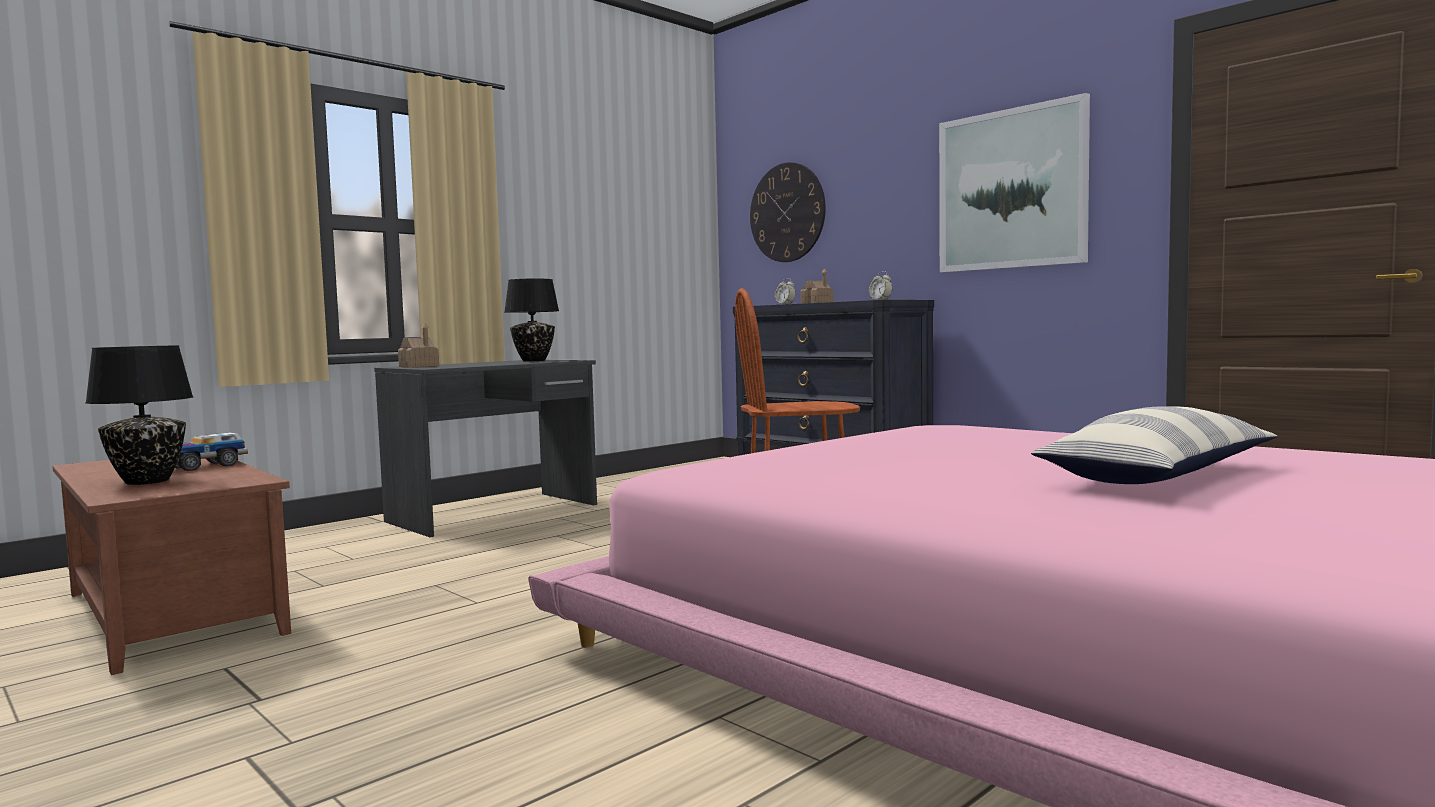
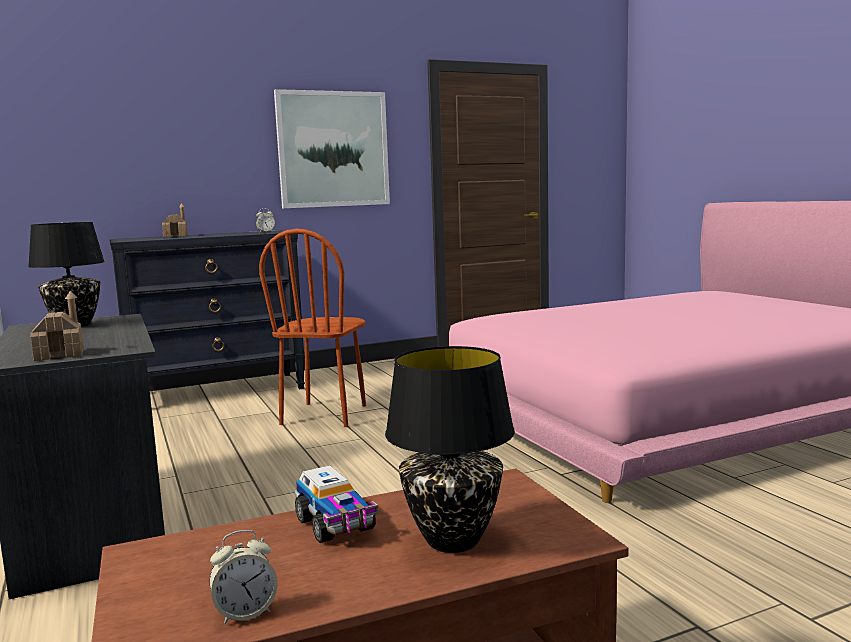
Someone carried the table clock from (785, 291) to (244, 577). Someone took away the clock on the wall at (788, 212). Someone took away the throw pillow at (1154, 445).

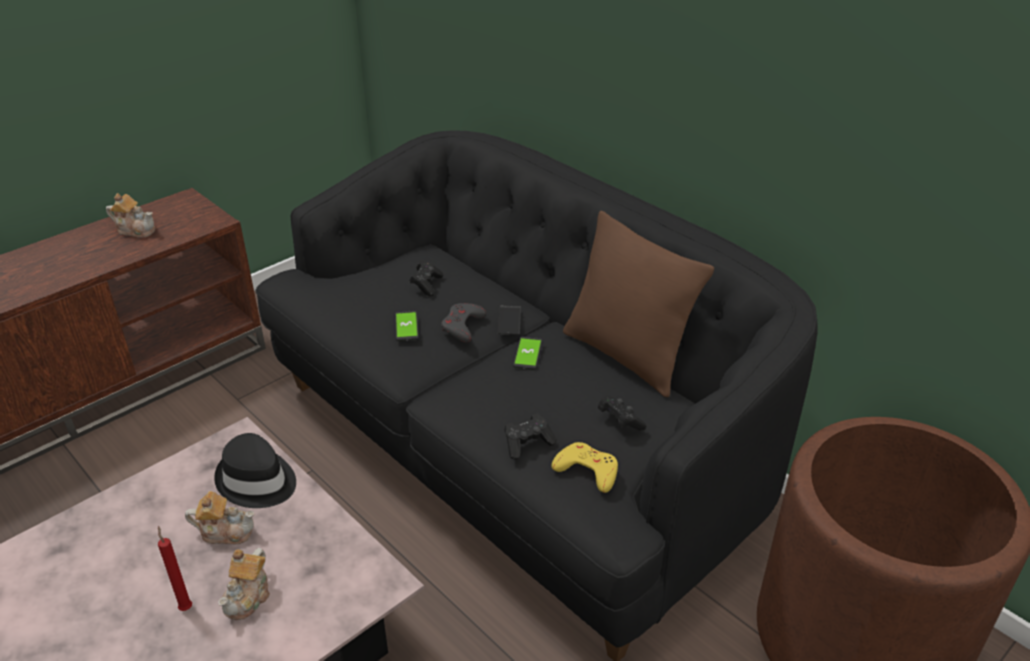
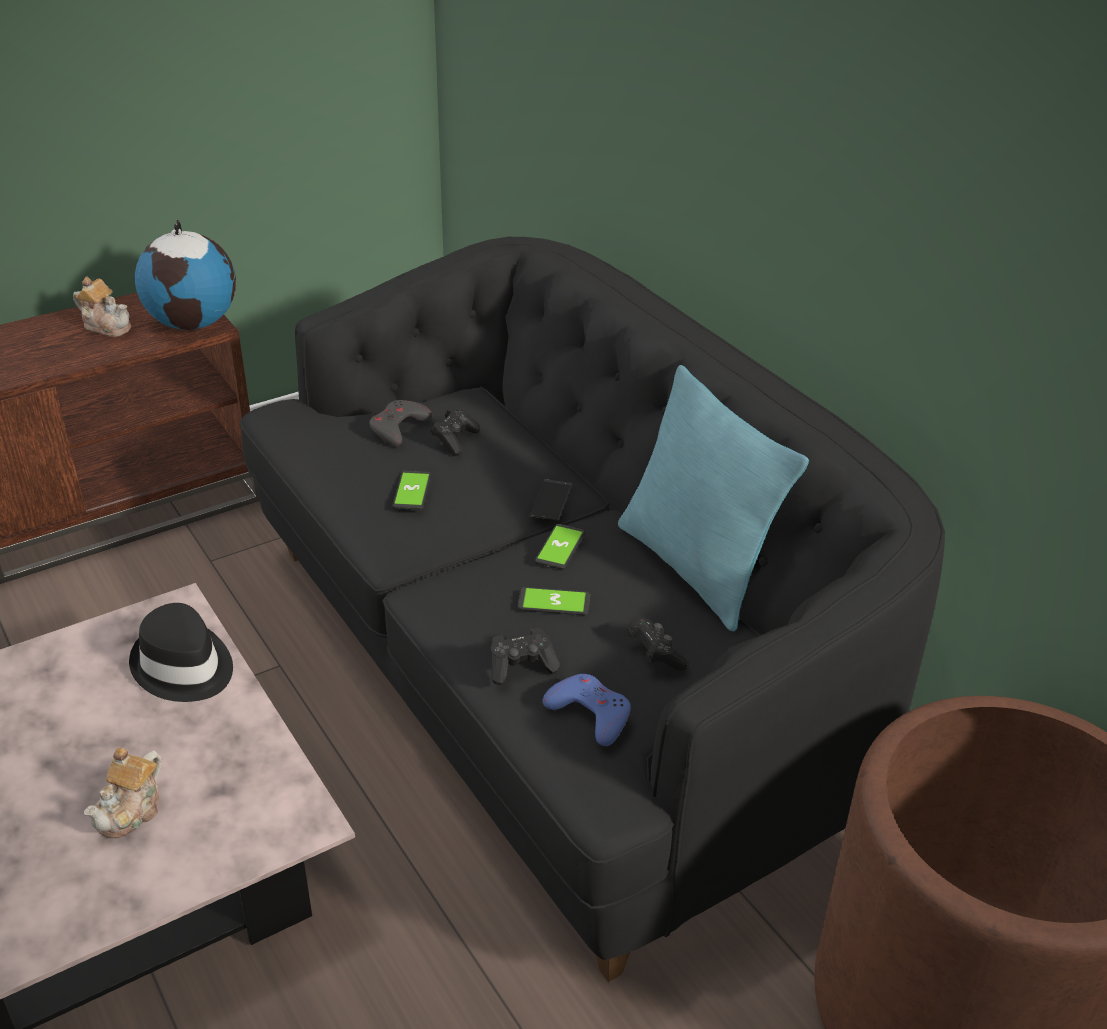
Someone put down the globe at (185, 275). Someone carried the grey joypad from (463, 322) to (400, 423). Someone put down the telephone at (554, 601). Someone repainted the yellowish joypad at (585, 467), which became the blue joypad at (586, 710). Someone repainted the brownish throw pillow at (638, 304), which became the blue-green throw pillow at (713, 498). Someone took away the reddish candle at (175, 568). Someone took away the teapot at (219, 517).

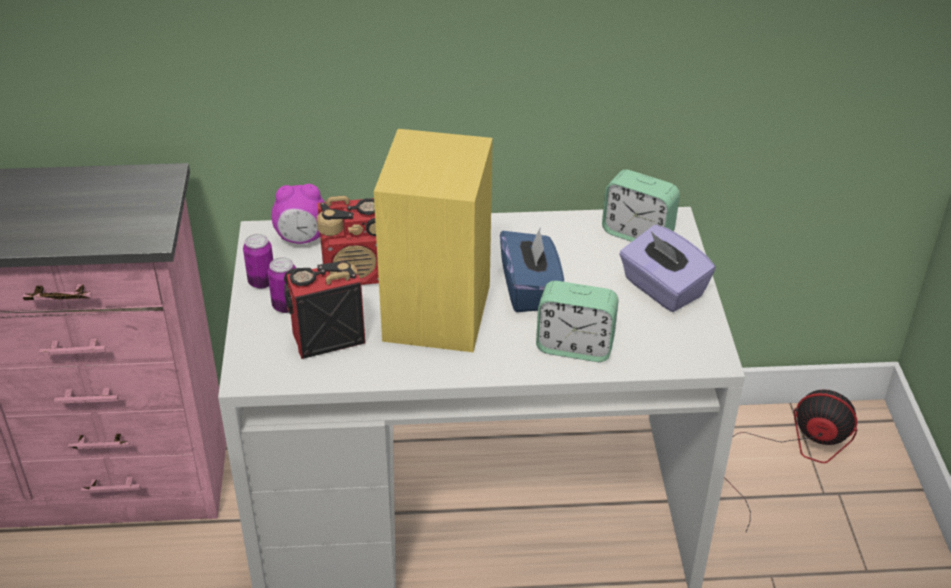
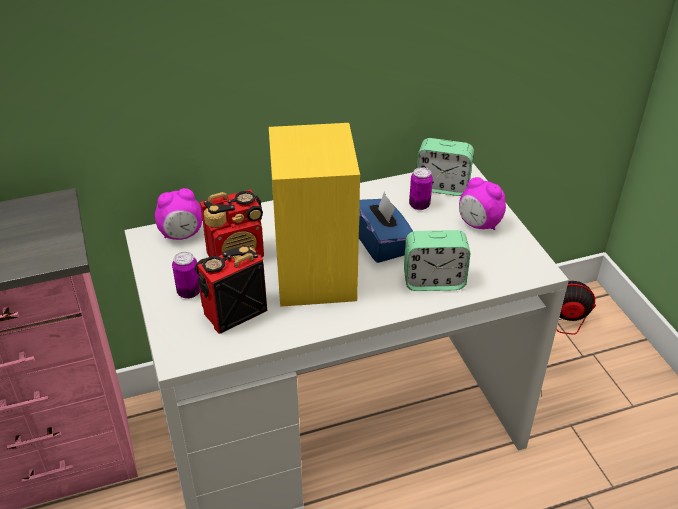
Someone carried the metal can from (258, 261) to (421, 188). Someone swapped the purple-coloured box of tissues at (667, 268) for the table clock at (482, 203).

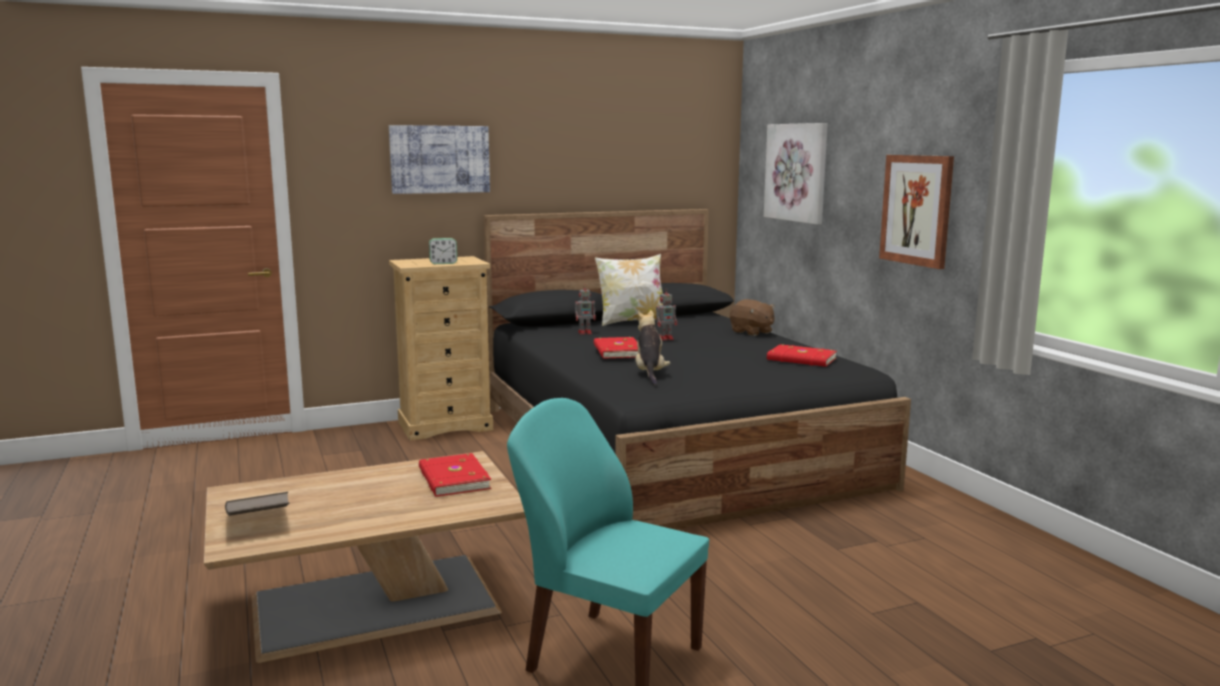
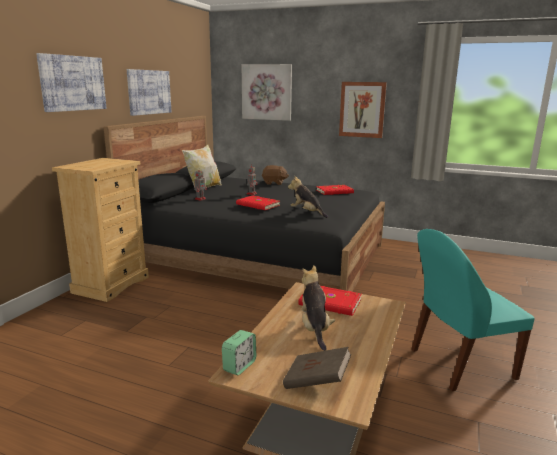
Someone put up the picture at (149, 92). Someone carried the table clock from (443, 251) to (239, 352). Someone put down the plush toy at (318, 308).

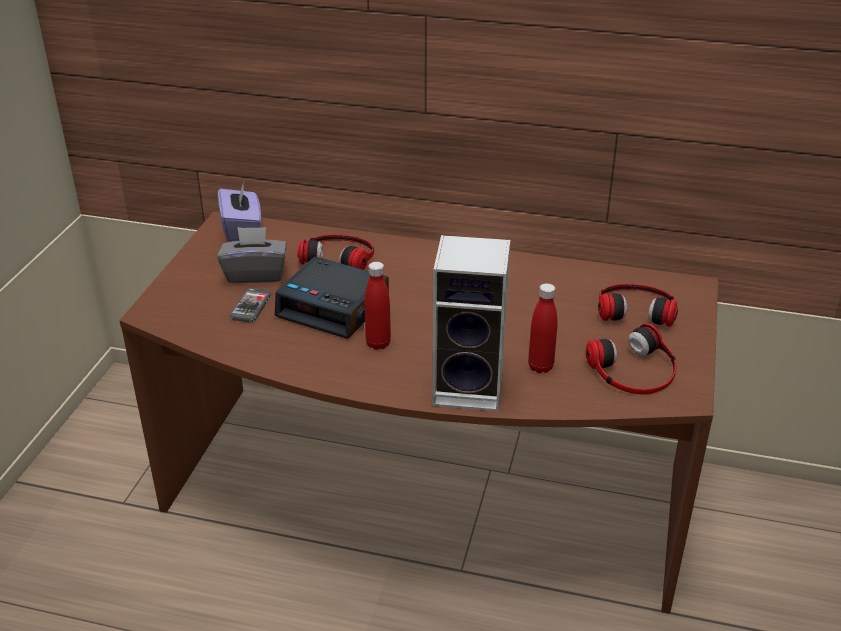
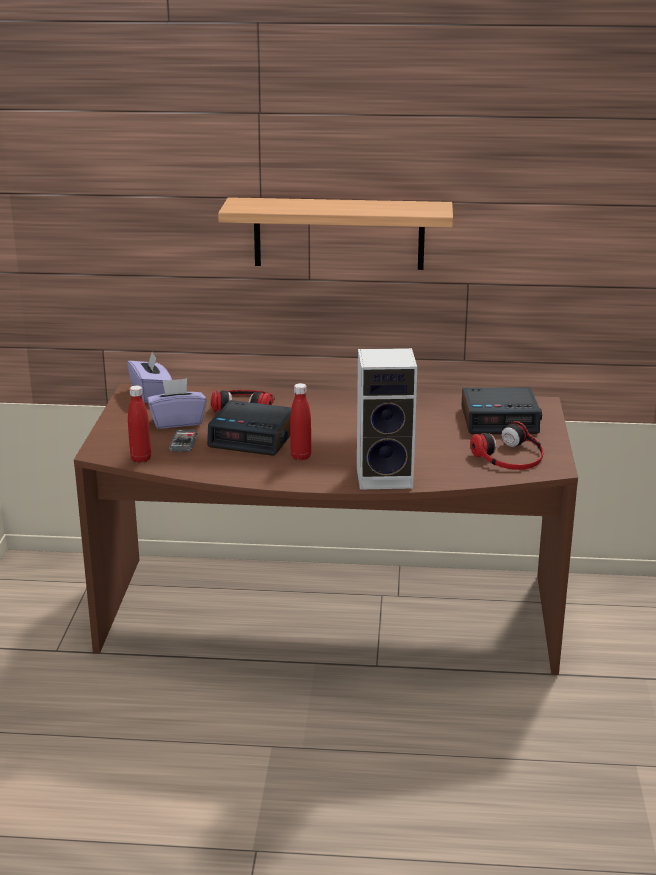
Someone carried the reddish bottle from (543, 328) to (139, 424). Someone repainted the grey box of tissues at (252, 255), which became the purple-coloured box of tissues at (177, 403). Someone put up the bracket shelf at (335, 233). Someone swapped the headset at (638, 305) for the table clock at (502, 411).

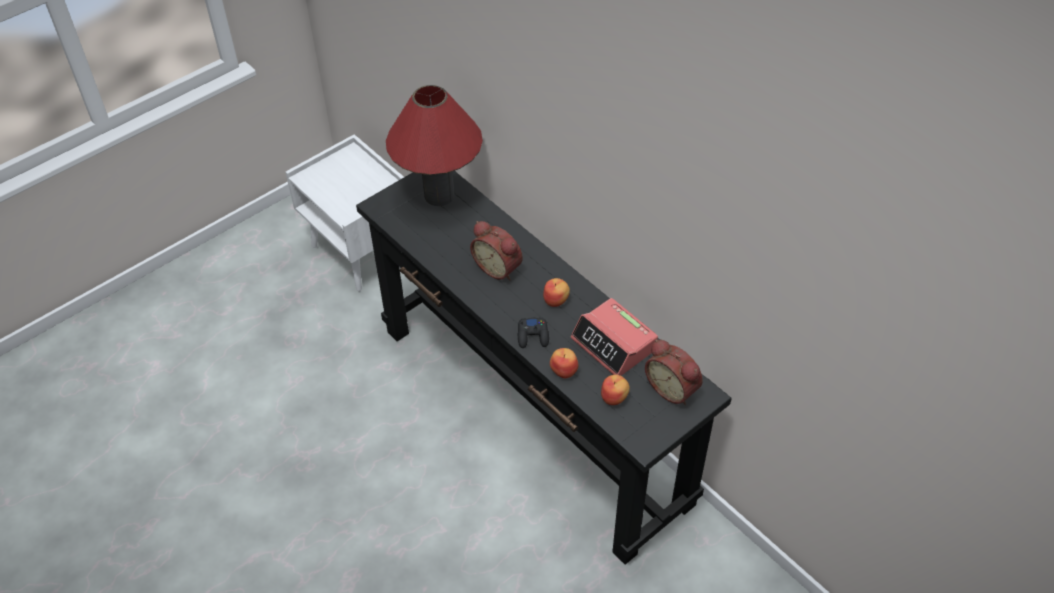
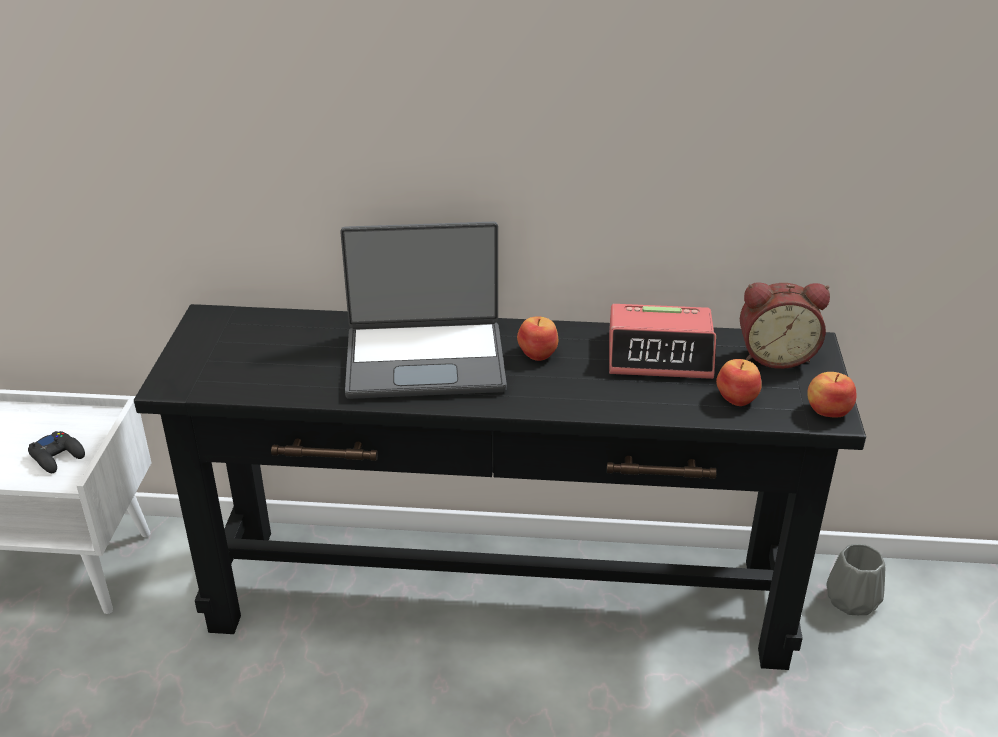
Someone carried the black-coloured joypad from (533, 332) to (56, 452). Someone swapped the table clock at (496, 251) for the portable computer at (423, 310). Someone carried the apple fruit from (564, 363) to (831, 394). Someone put down the grey decorative vase at (855, 579). Someone took away the reddish table lamp at (434, 145).

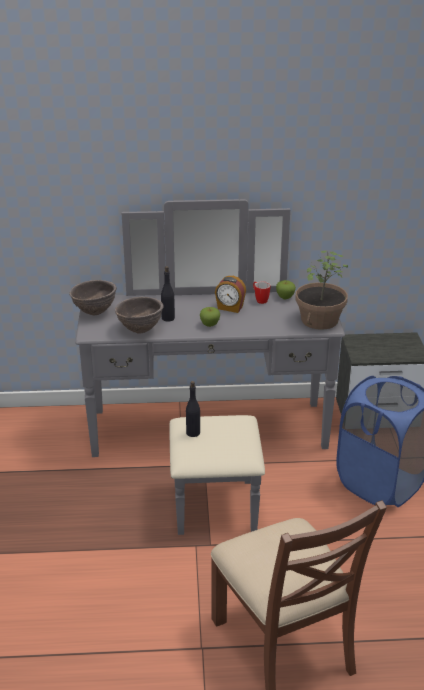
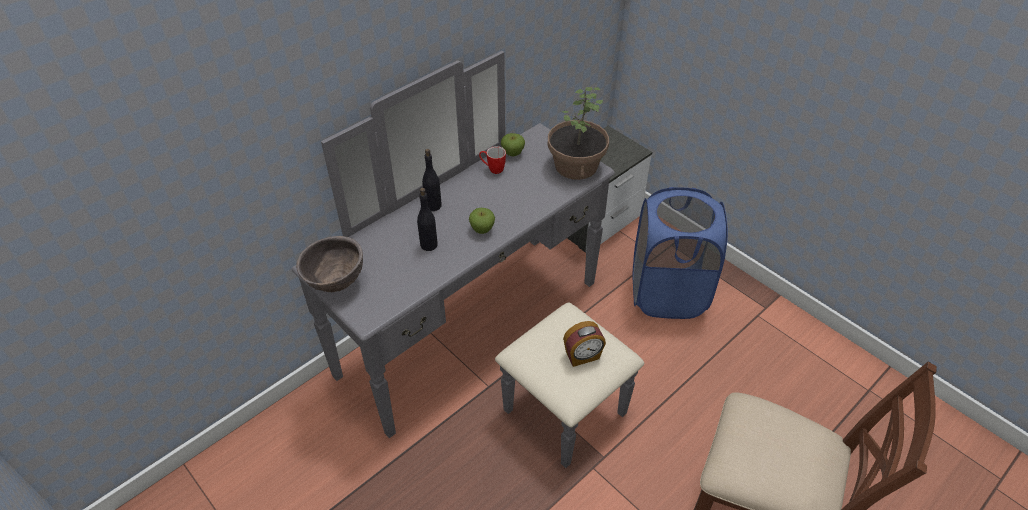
Someone carried the black-coloured bottle from (193, 409) to (432, 180). Someone carried the table clock from (230, 294) to (584, 344). Someone took away the brownish serving bowl at (139, 315).

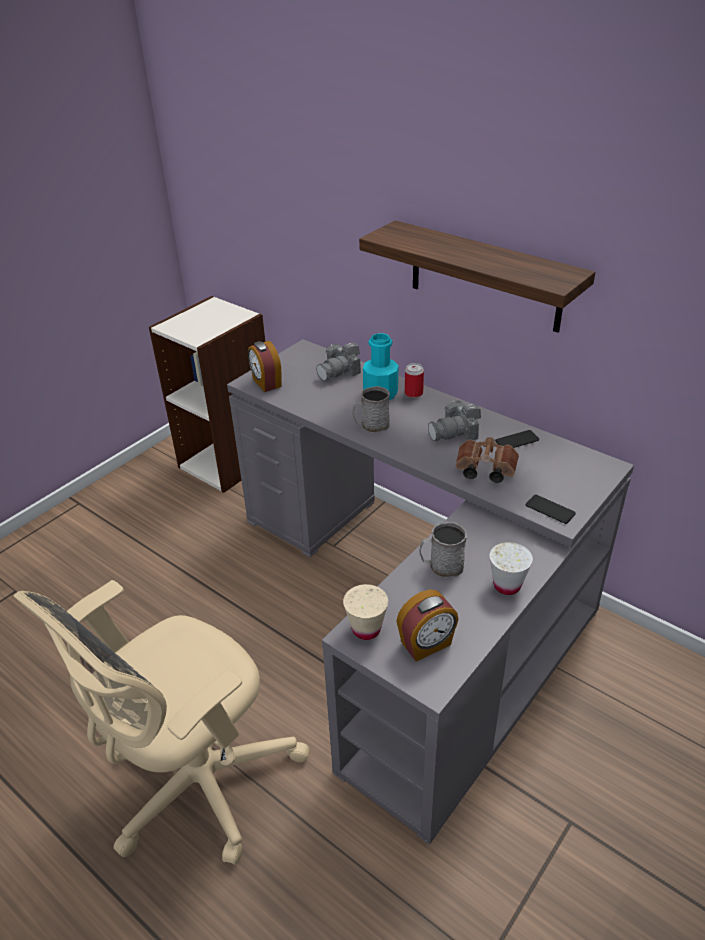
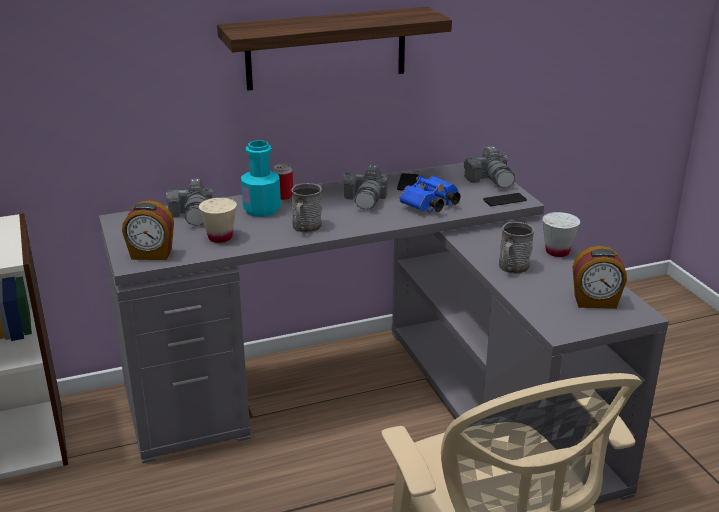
Someone carried the sand-coloured drinking cup from (365, 612) to (218, 220). Someone repainted the brownish pair of binoculars at (487, 460), which became the blue pair of binoculars at (429, 193). Someone put down the photo camera at (489, 167). Someone rotated the table clock at (427, 625) by 90 degrees clockwise.

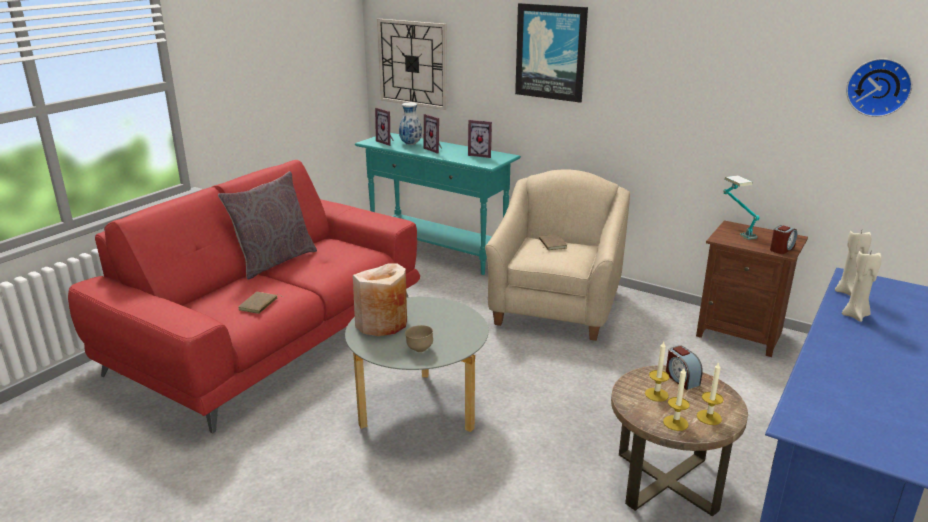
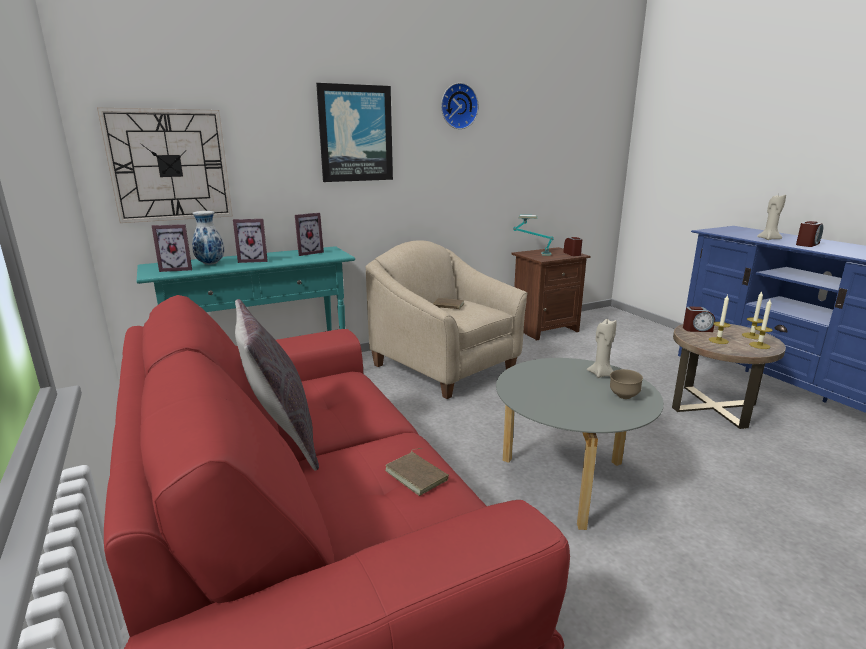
Someone carried the clock on the wall from (879, 87) to (460, 106). Someone carried the sand-coloured candle from (853, 263) to (602, 348). Someone put down the table clock at (809, 234). Someone took away the sand-coloured decorative vase at (380, 300).

